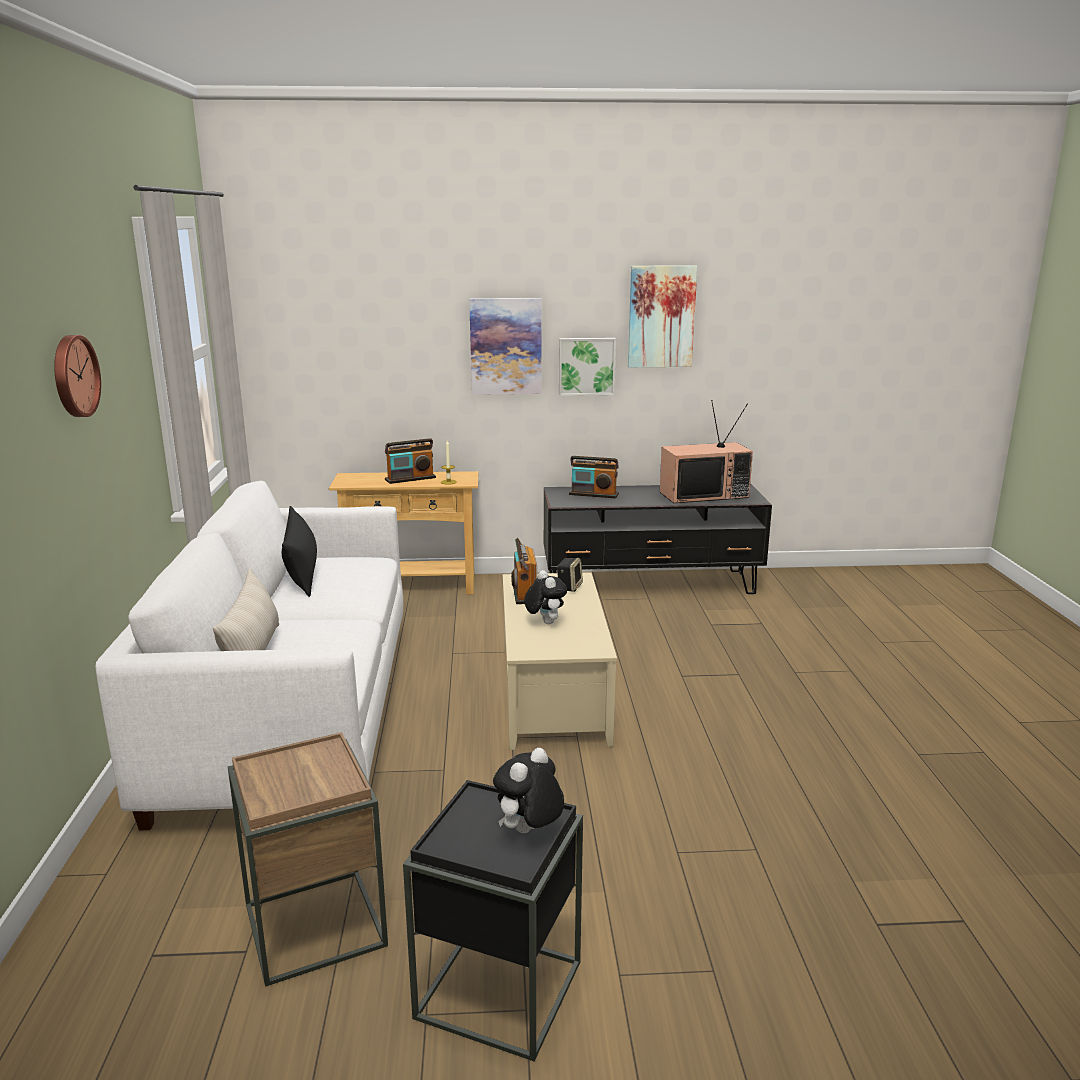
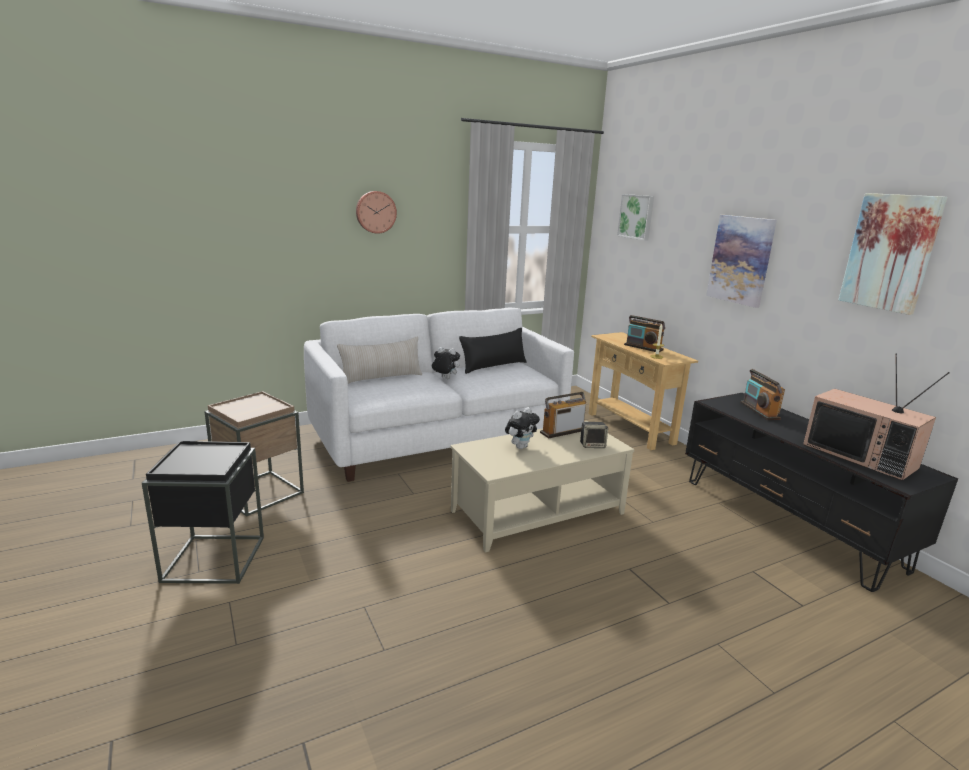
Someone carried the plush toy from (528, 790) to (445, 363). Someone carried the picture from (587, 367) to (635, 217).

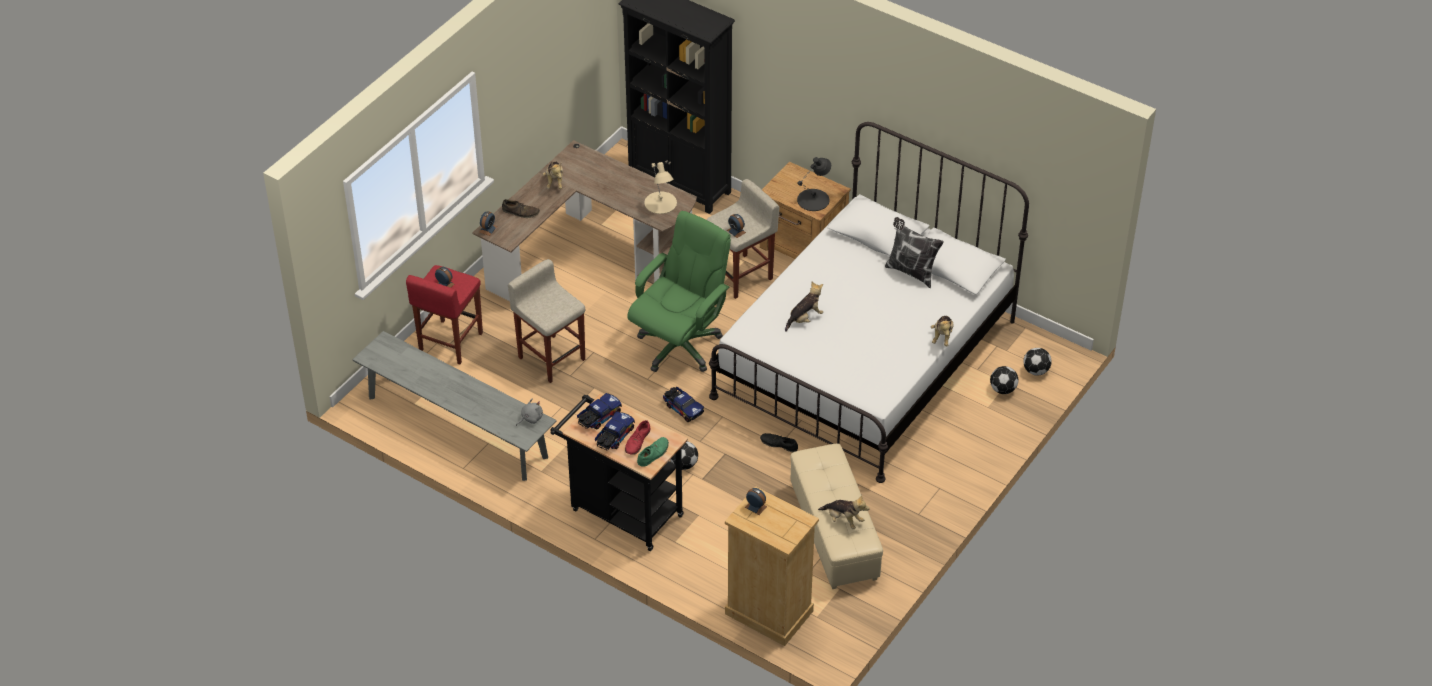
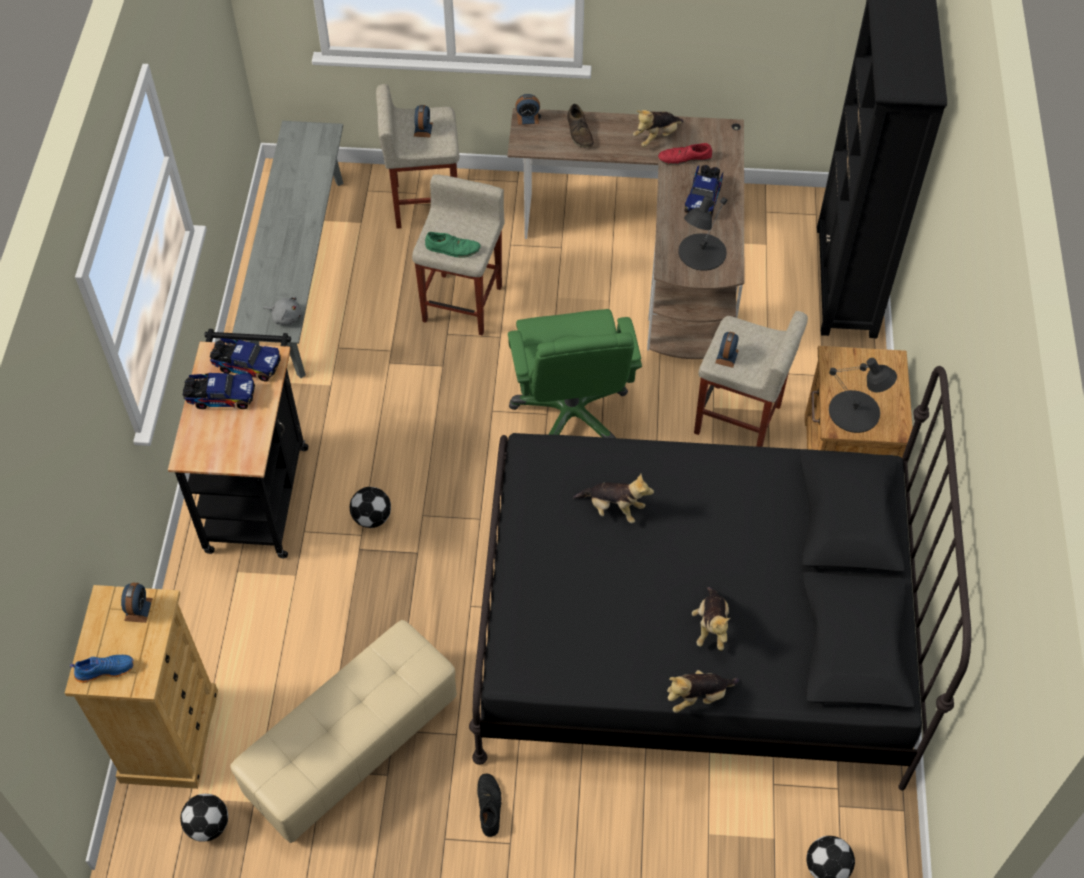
Someone put down the blue item of footwear at (102, 669). Someone carried the football ball from (1004, 380) to (204, 818). Someone repainted the reddish stool at (444, 315), which became the sand-coloured stool at (417, 156). Someone carried the greenish item of footwear from (653, 452) to (453, 245). Someone repainted the whitish sleeping bed at (869, 302), which became the black-coloured sleeping bed at (720, 578). Someone carried the black-coloured item of footwear from (779, 442) to (489, 805). Someone rotated the greenish office chair at (679, 291) by 75 degrees clockwise. Someone carried the reddish item of footwear from (638, 437) to (685, 154). Someone repainted the sand-coloured table lamp at (660, 188), which became the black-coloured table lamp at (702, 233). Someone carried the toy truck from (683, 404) to (704, 191). Someone carried the plush toy from (843, 512) to (711, 619). Someone took away the throw pillow at (914, 252).

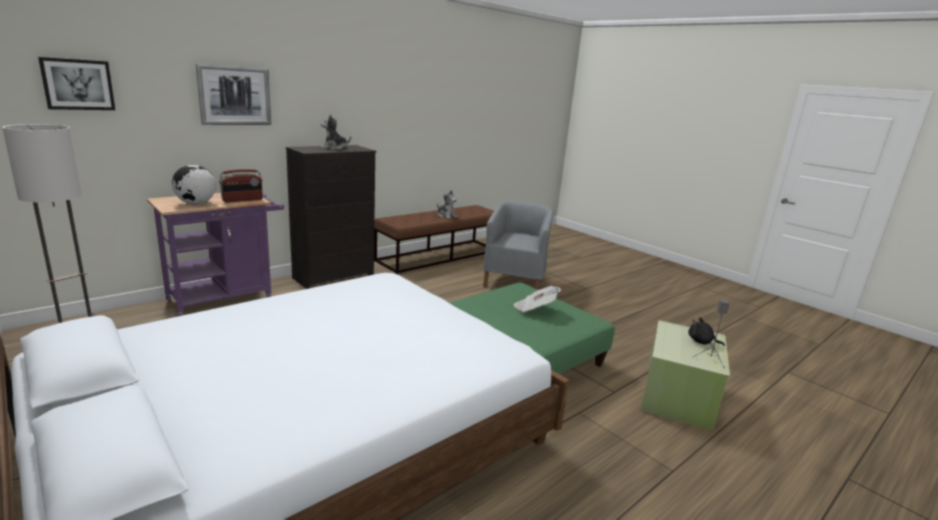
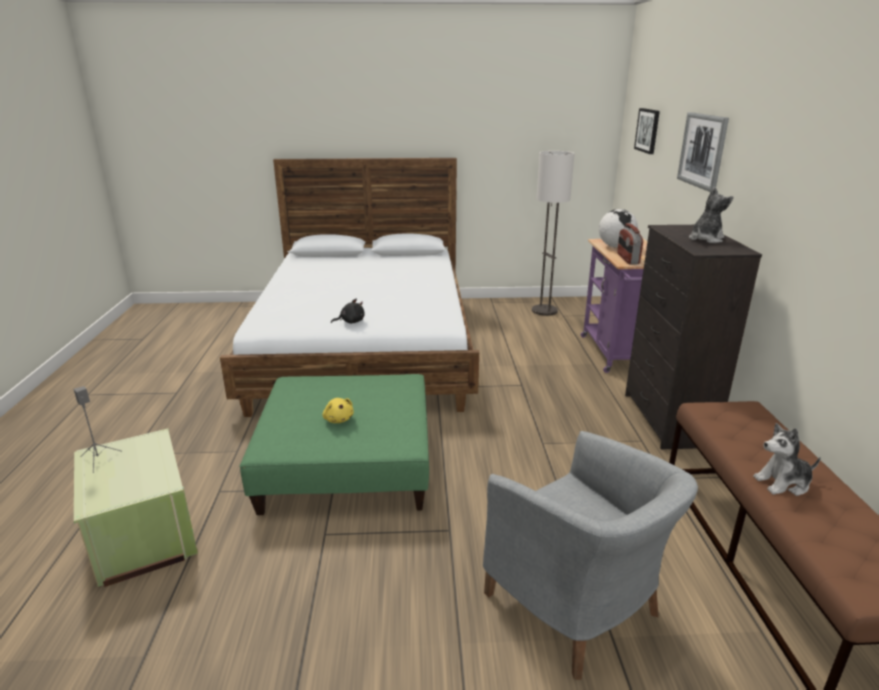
Someone swapped the printed paper at (537, 299) for the yellowish plush toy at (338, 410). Someone carried the black-coloured plush toy from (706, 332) to (348, 311).

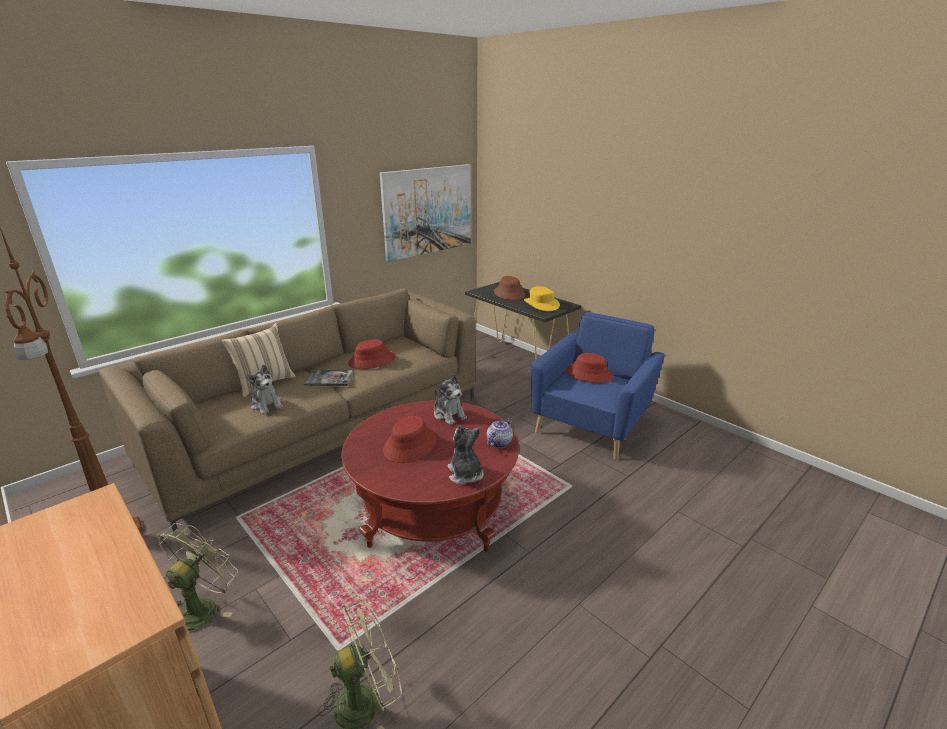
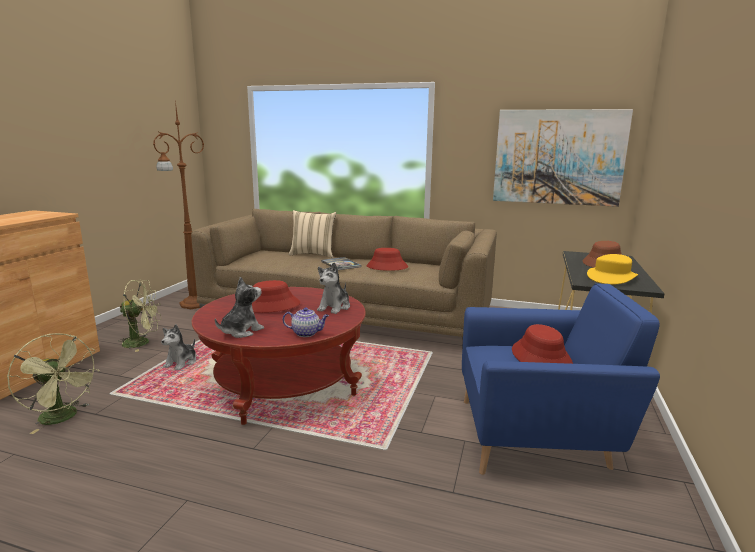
Someone carried the plush toy from (265, 389) to (178, 347).

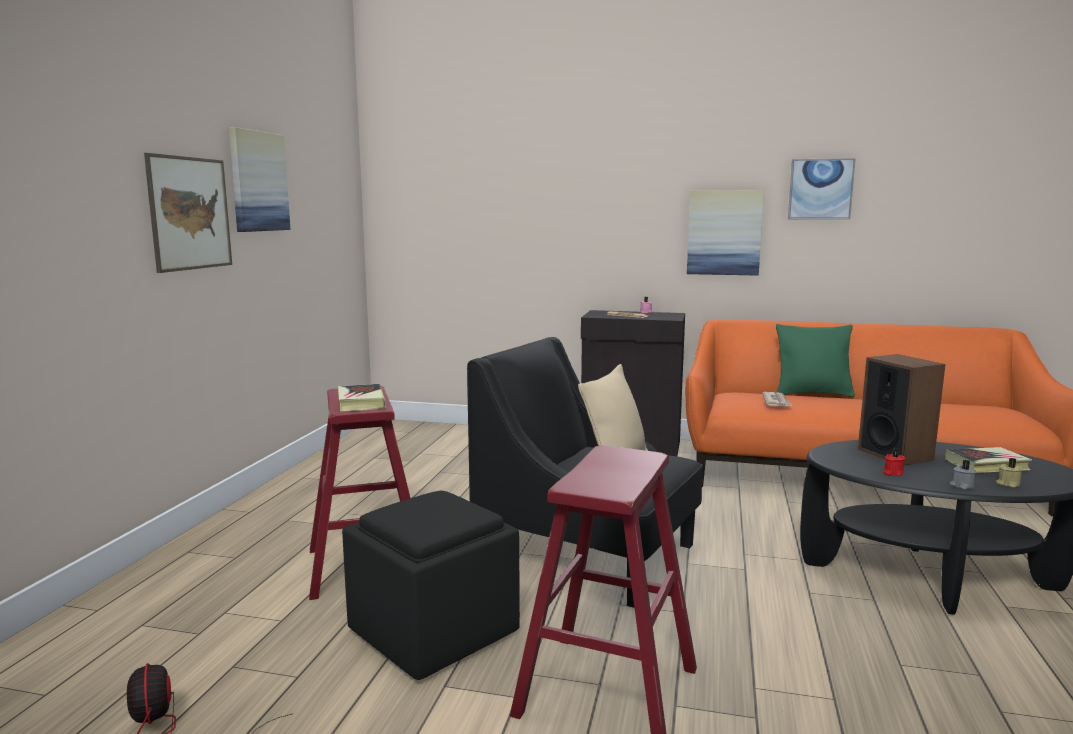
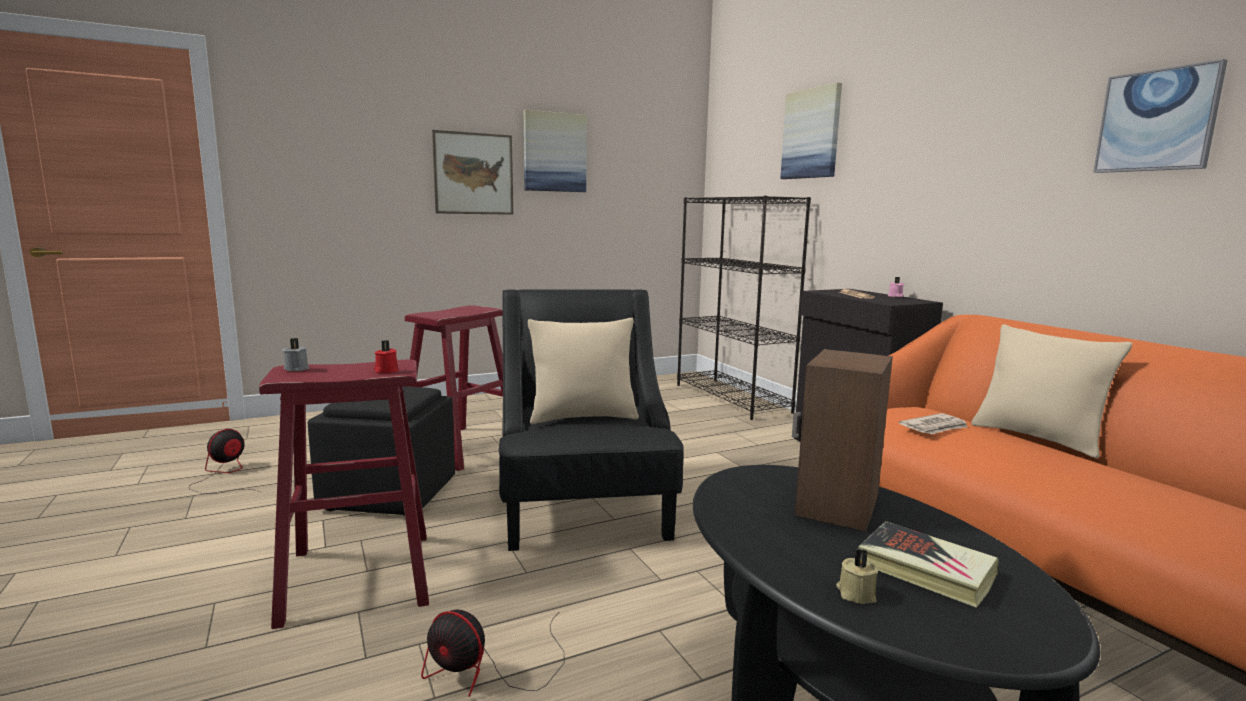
Someone carried the grey candle from (963, 474) to (296, 354). Someone carried the reddish candle from (894, 462) to (386, 356). Someone put down the cooling fan at (492, 653). Someone put down the black-coloured bookshelf at (744, 307). Someone carried the picture from (725, 233) to (811, 130). Someone repainted the greenish throw pillow at (815, 360), which became the sand-coloured throw pillow at (1051, 391). Someone took away the volume at (362, 397).

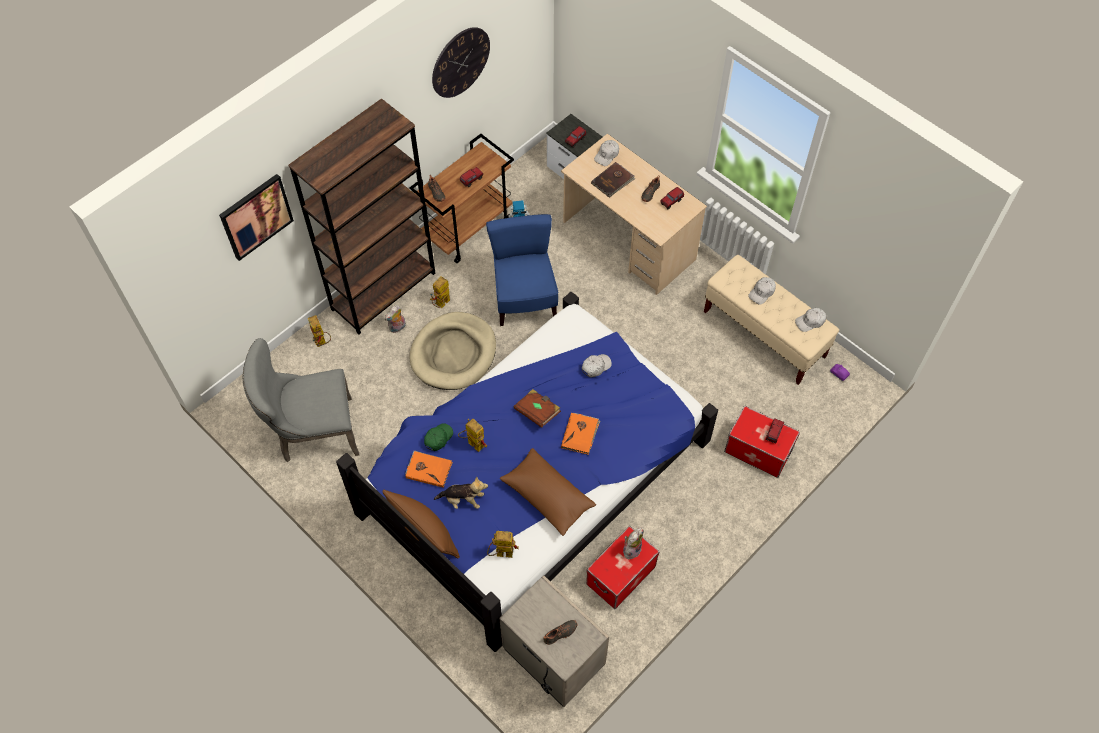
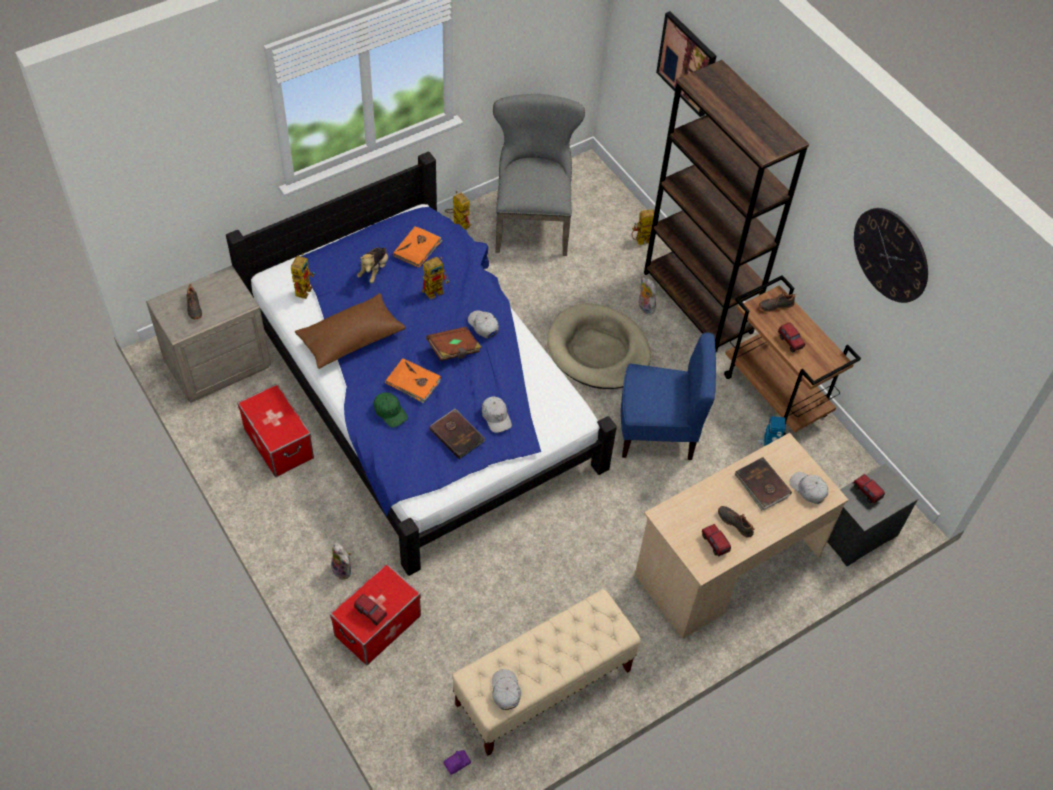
Someone carried the plush toy from (633, 543) to (341, 561). Someone carried the greenish peaked cap from (438, 437) to (391, 410). Someone put down the brownish volume at (457, 434). Someone carried the robot figure from (440, 292) to (458, 210). Someone carried the whitish peaked cap from (762, 291) to (483, 324). Someone took away the brownish throw pillow at (421, 524).

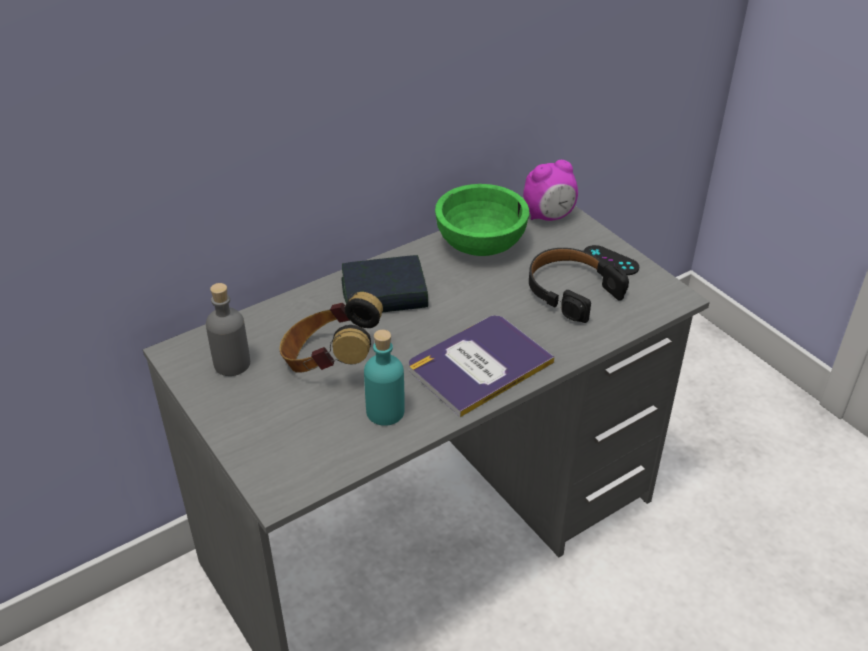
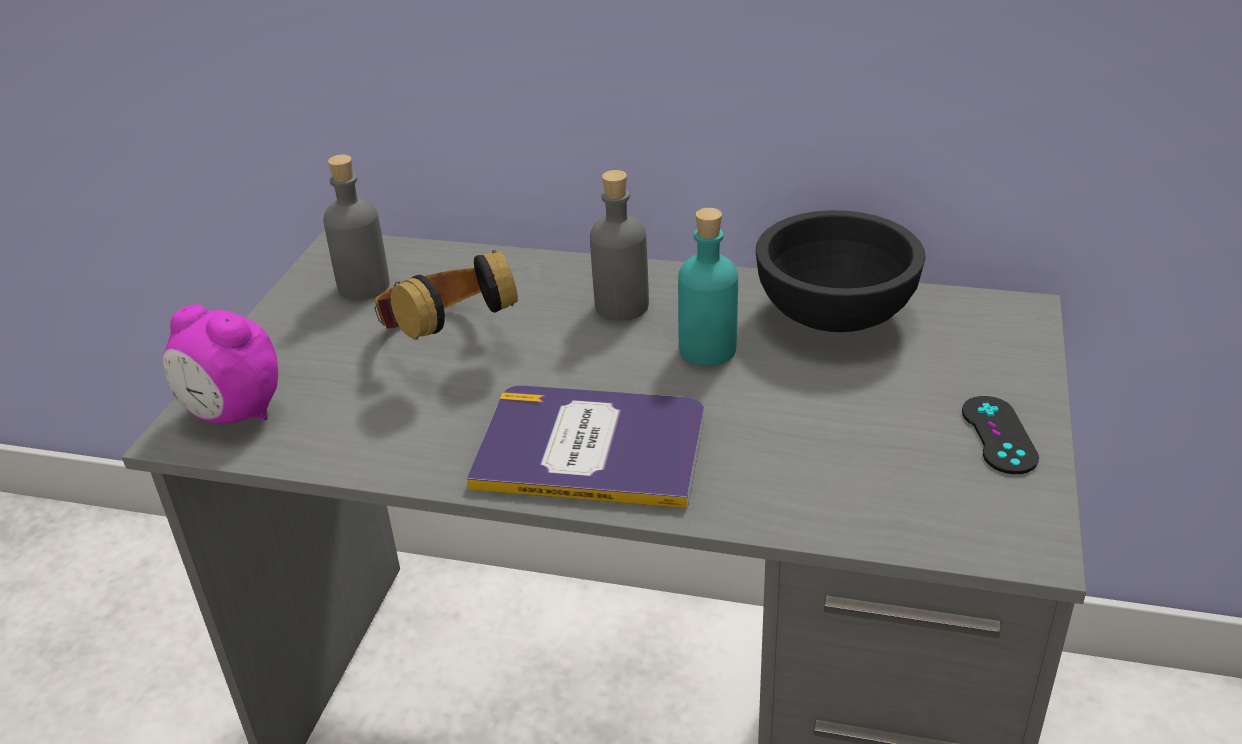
Someone carried the table clock from (550, 190) to (220, 363). Someone swapped the volume at (384, 283) for the grey bottle at (619, 245). Someone carried the blue-green bottle from (384, 378) to (708, 287). Someone repainted the greenish serving bowl at (482, 220), which became the black-coloured serving bowl at (841, 271). Someone took away the black-coloured headset at (579, 285).

